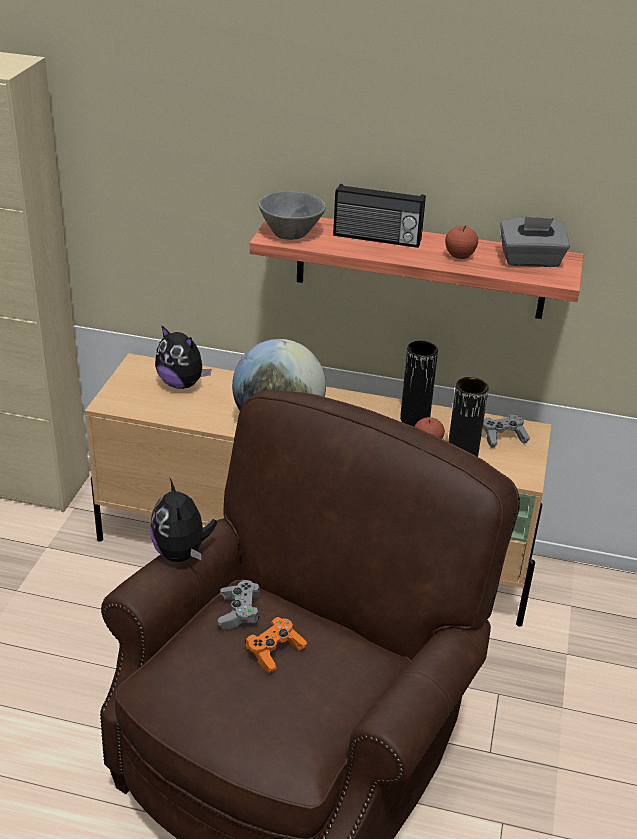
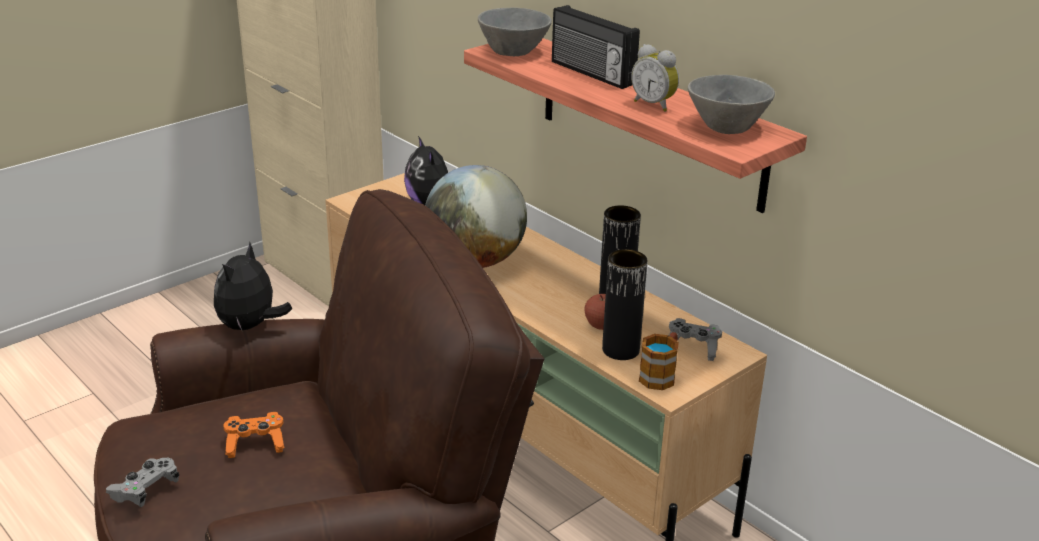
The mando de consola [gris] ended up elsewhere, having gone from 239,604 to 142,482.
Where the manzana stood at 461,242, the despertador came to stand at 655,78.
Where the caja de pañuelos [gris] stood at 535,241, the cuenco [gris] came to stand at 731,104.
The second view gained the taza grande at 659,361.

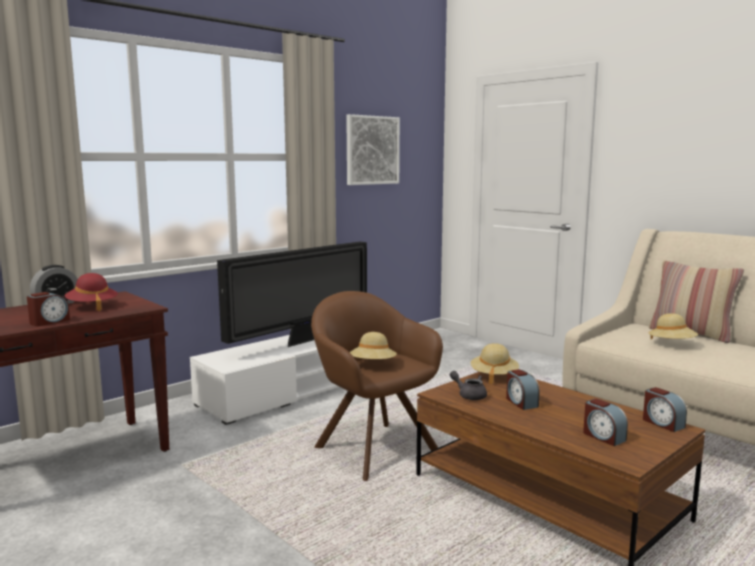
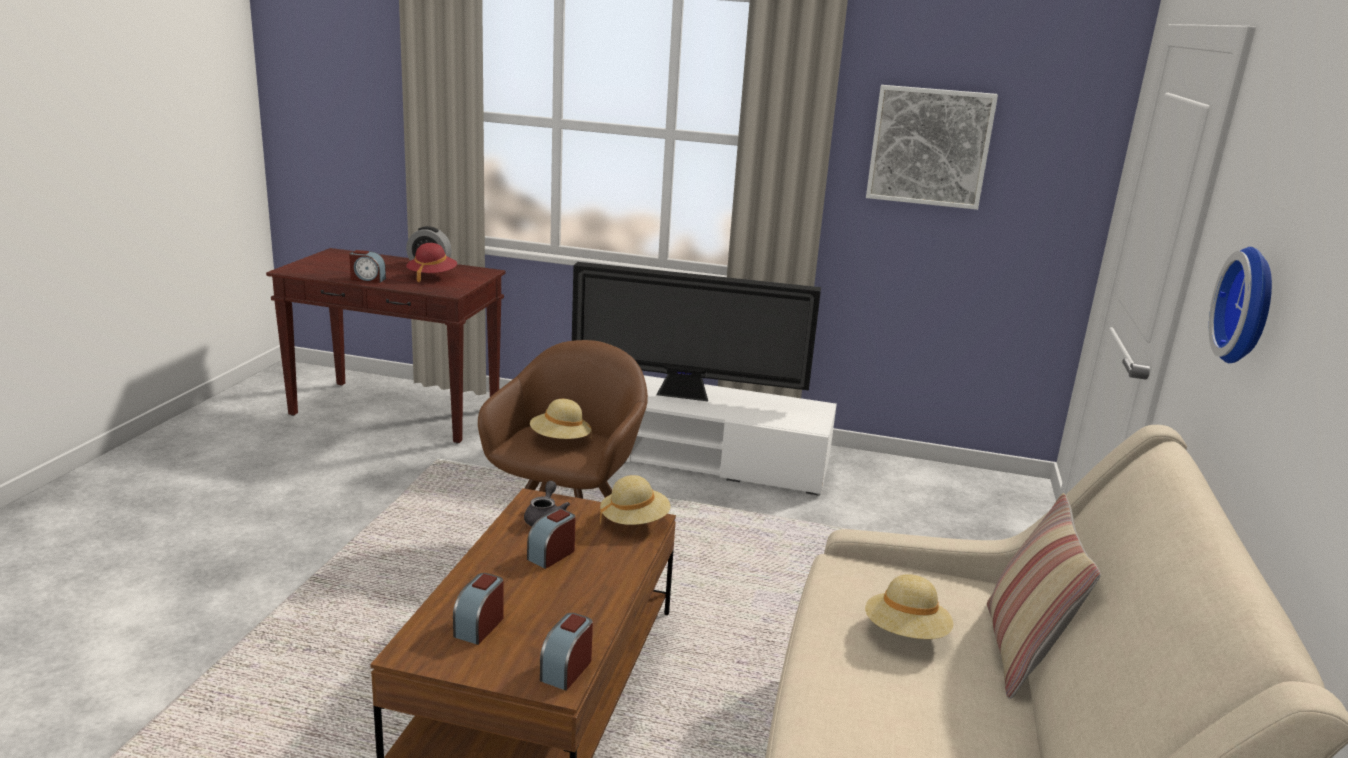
The second view gained the reloj de pared at 1240,305.

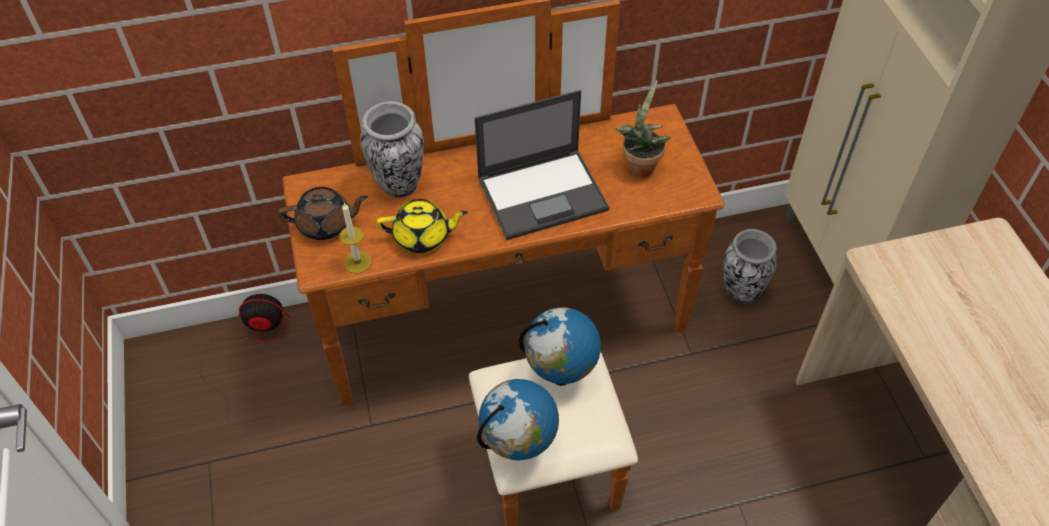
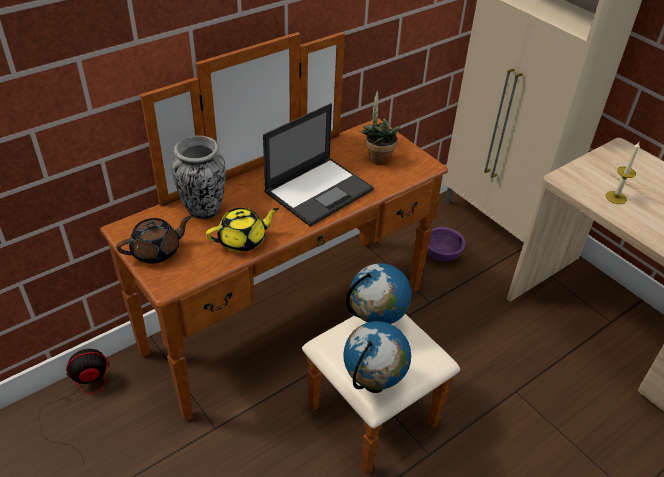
The vela ended up elsewhere, having gone from 355,238 to 622,173.
Where the florero stood at 750,266, the cuenco [morado] came to stand at 446,244.

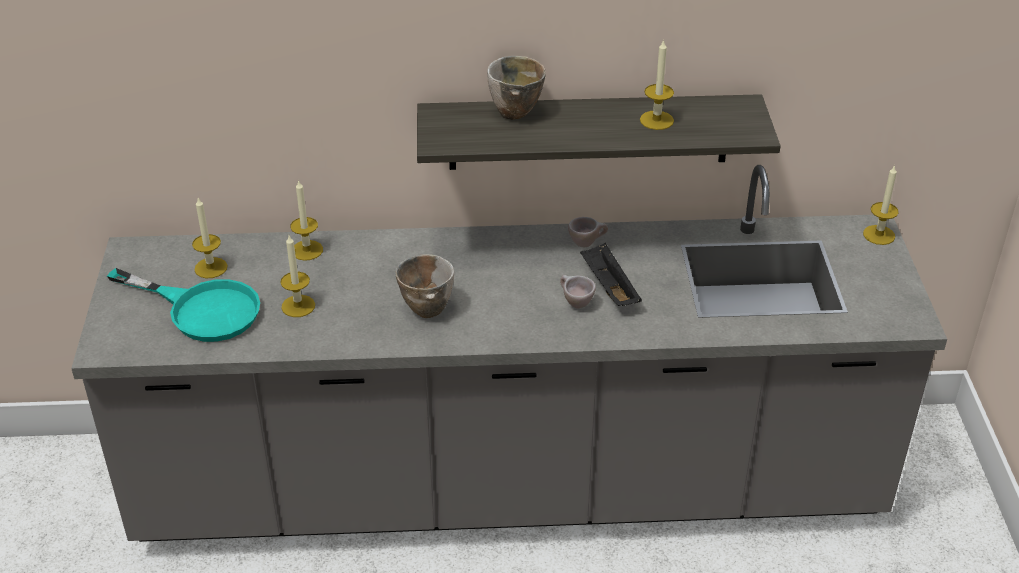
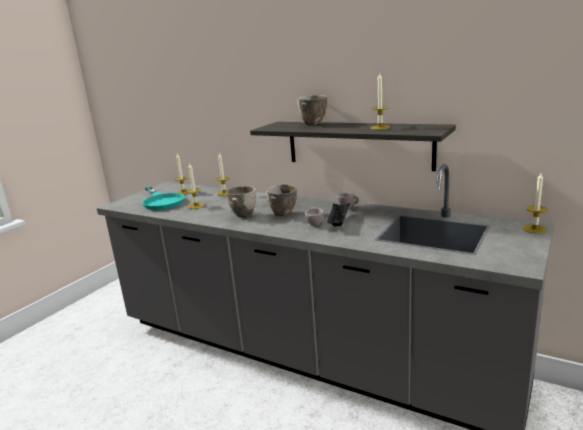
The second view gained the cuenco at 281,200.

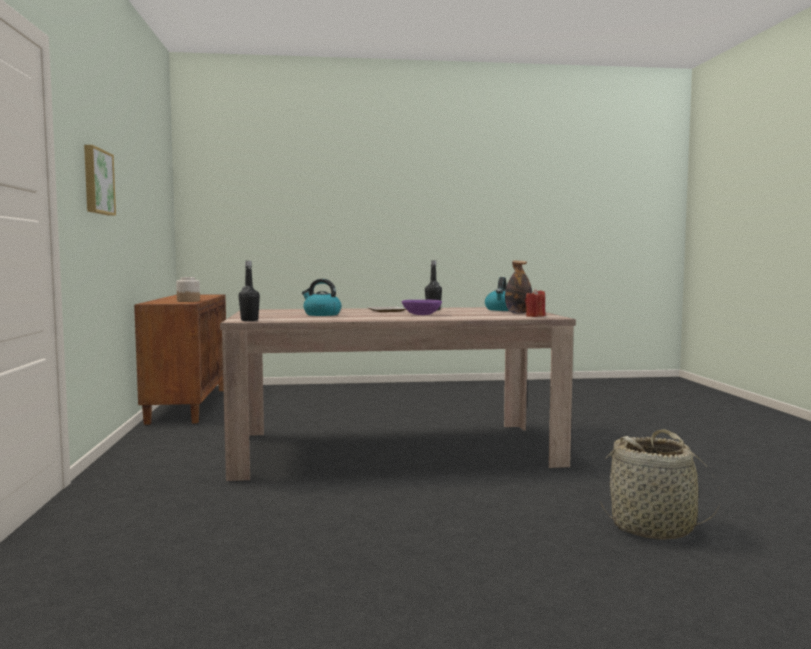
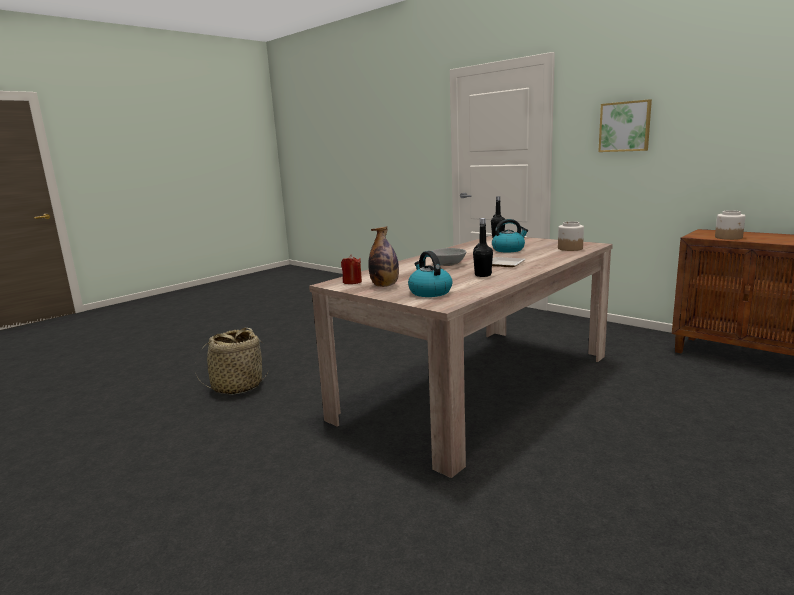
What was the cuenco [morado] at 422,307 turned into the cuenco [gris] at 449,257.
The second view gained the tarro at 571,236.

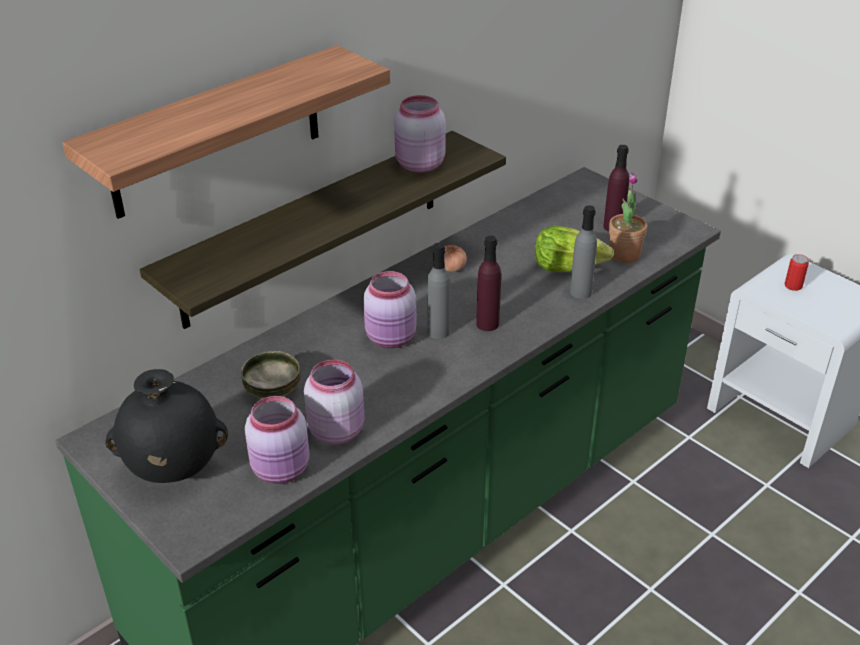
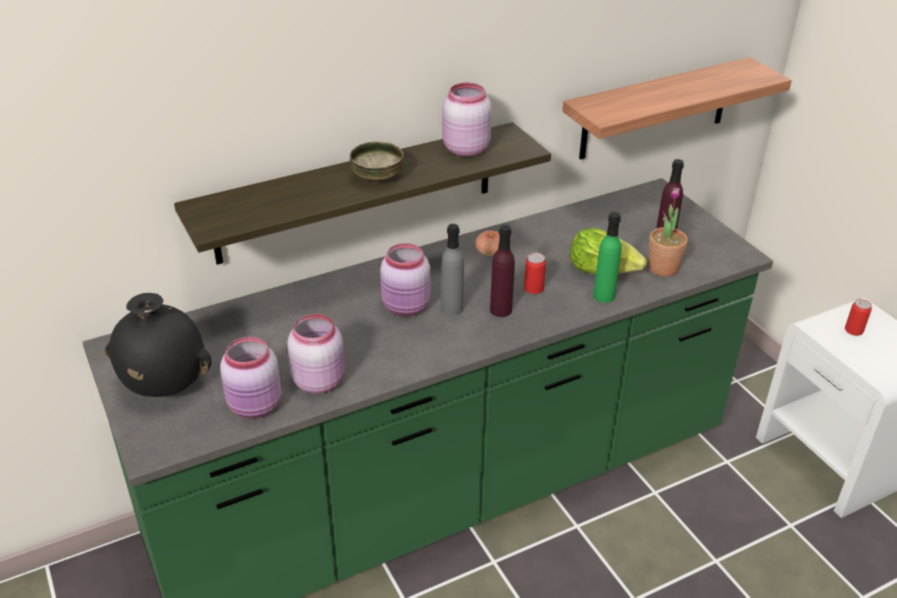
The estante ended up elsewhere, having gone from 226,132 to 677,108.
The cuenco ended up elsewhere, having gone from 270,374 to 377,161.
What was the botella [gris] at 583,252 turned into the botella [verde] at 607,257.
The second view gained the lata at 535,273.

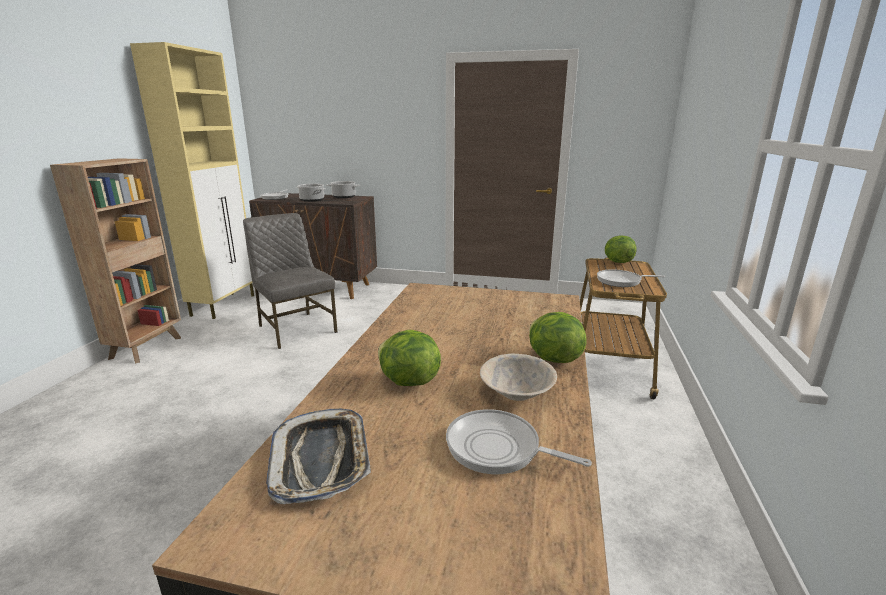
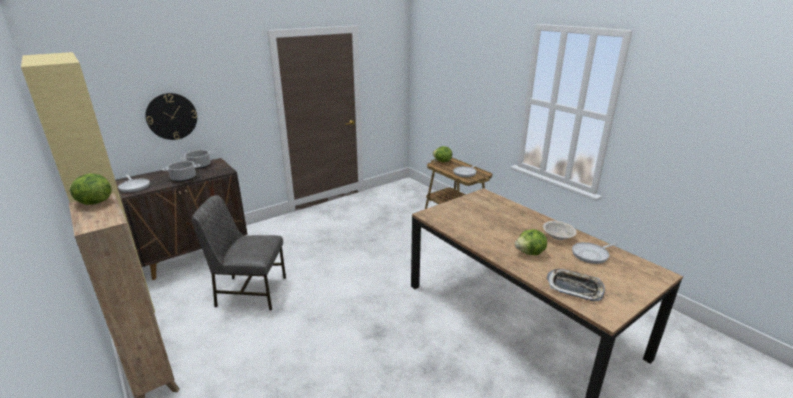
The lechuga ended up elsewhere, having gone from 558,337 to 90,189.
The second view gained the reloj de pared at 171,116.

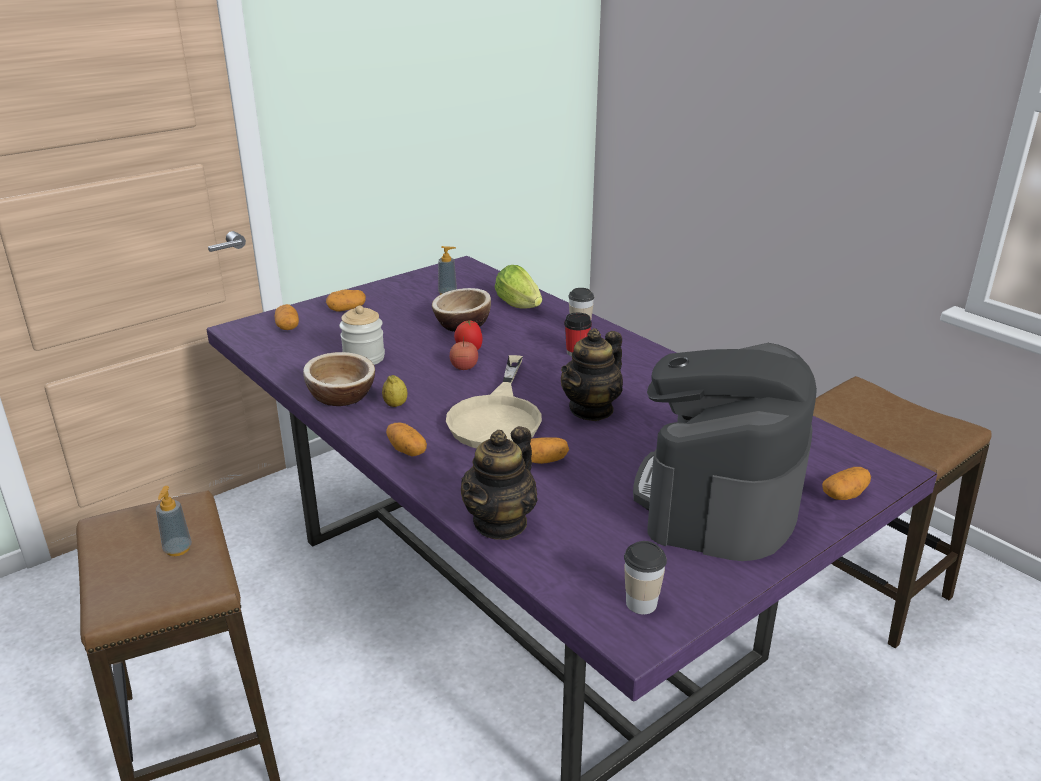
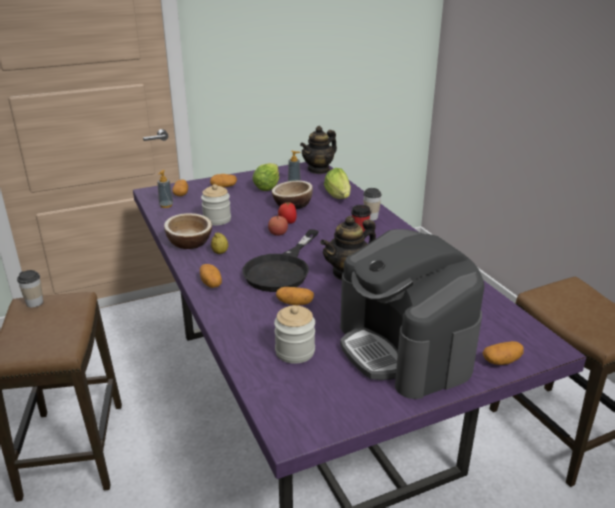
The dispensador de jabón ended up elsewhere, having gone from 174,521 to 165,189.
What was the sartén [beis] at 494,401 turned into the sartén [negro] at 280,260.
The tetera ended up elsewhere, having gone from 499,483 to 318,150.
The taza ended up elsewhere, having gone from 645,577 to 30,288.
The cafetera at 725,452 ended up facing another way, 60 degrees counterclockwise from before.
The second view gained the lechuga at 265,177.
The second view gained the tarro at 294,334.

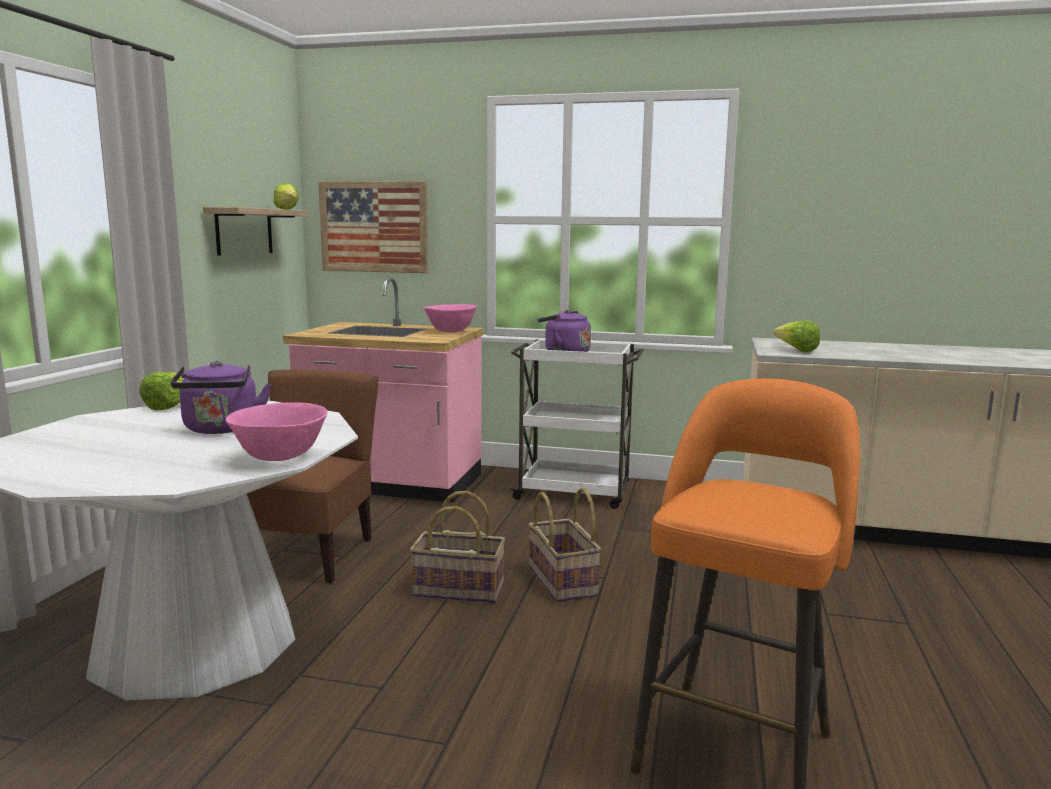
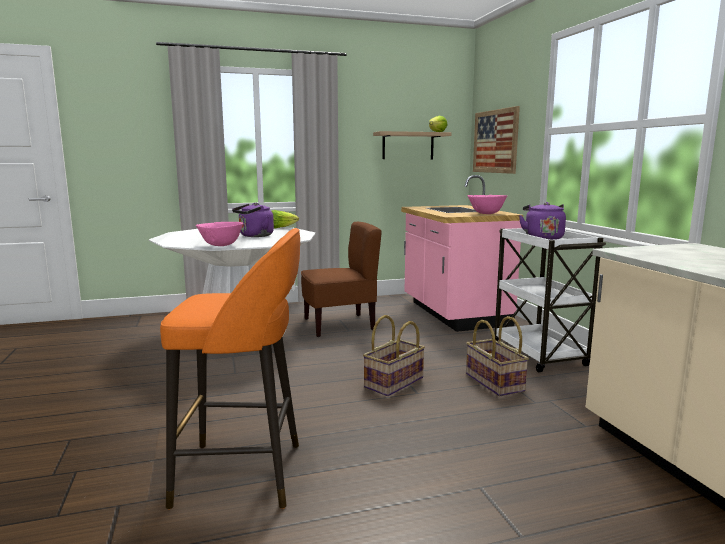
The cesta ended up elsewhere, having gone from 457,547 to 497,356.
The second view lost the lechuga at 796,336.

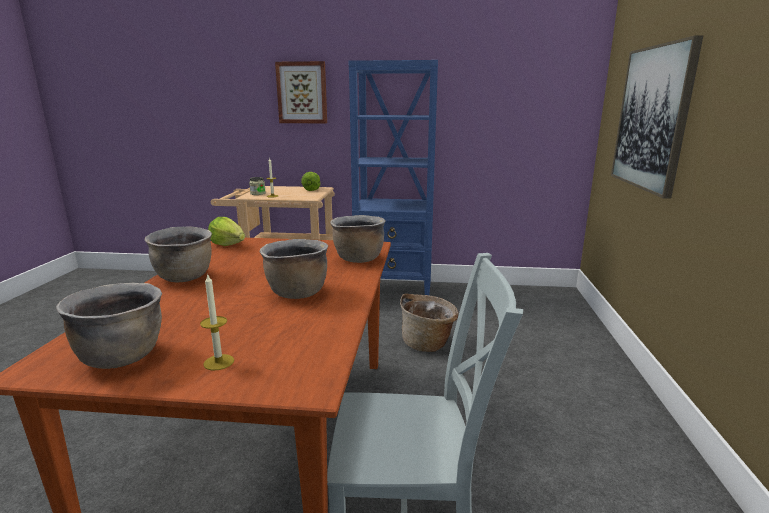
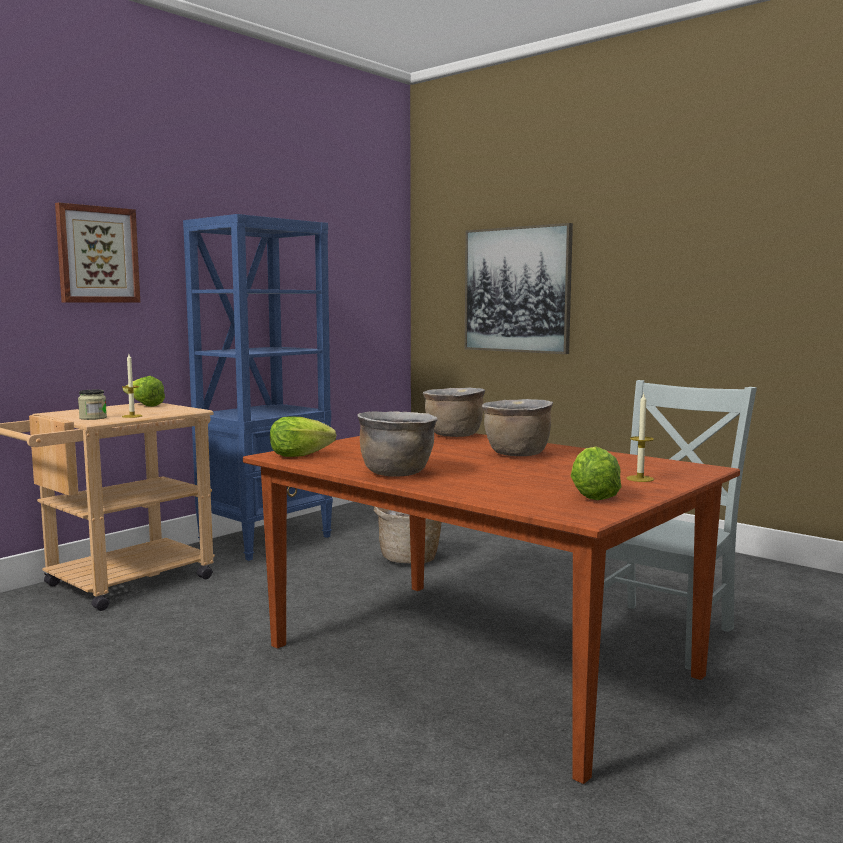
Where the olla [marrón] stood at 109,326, the lechuga came to stand at 596,473.

